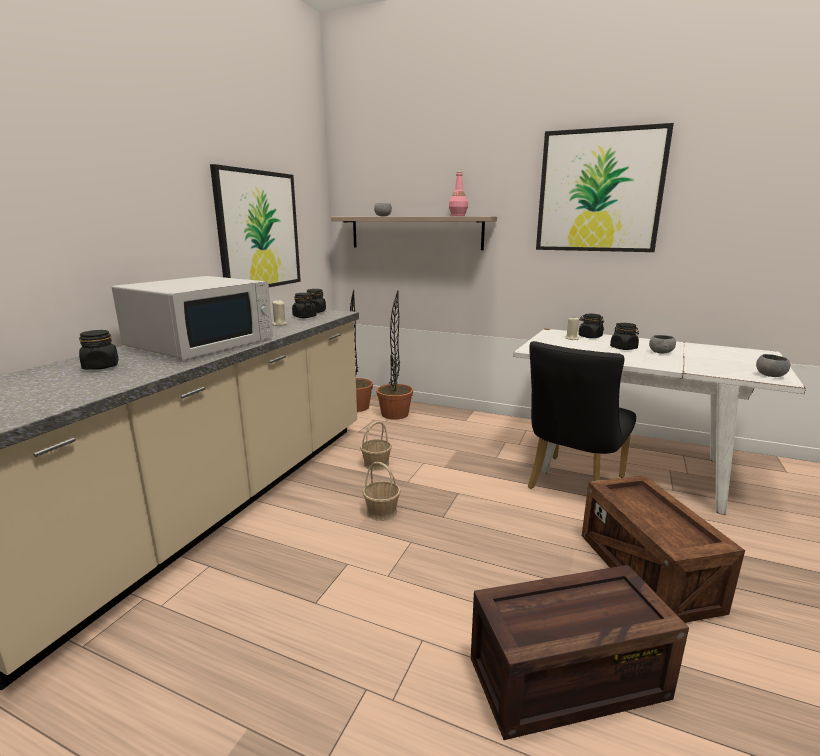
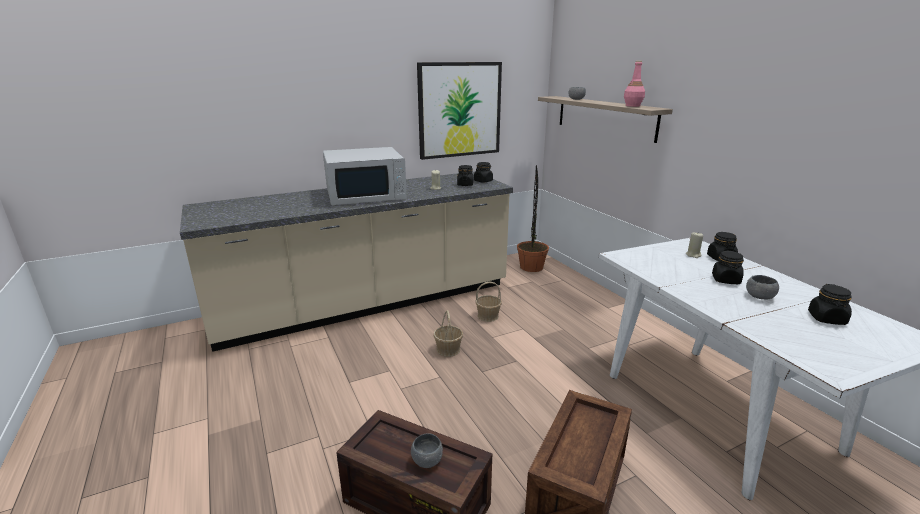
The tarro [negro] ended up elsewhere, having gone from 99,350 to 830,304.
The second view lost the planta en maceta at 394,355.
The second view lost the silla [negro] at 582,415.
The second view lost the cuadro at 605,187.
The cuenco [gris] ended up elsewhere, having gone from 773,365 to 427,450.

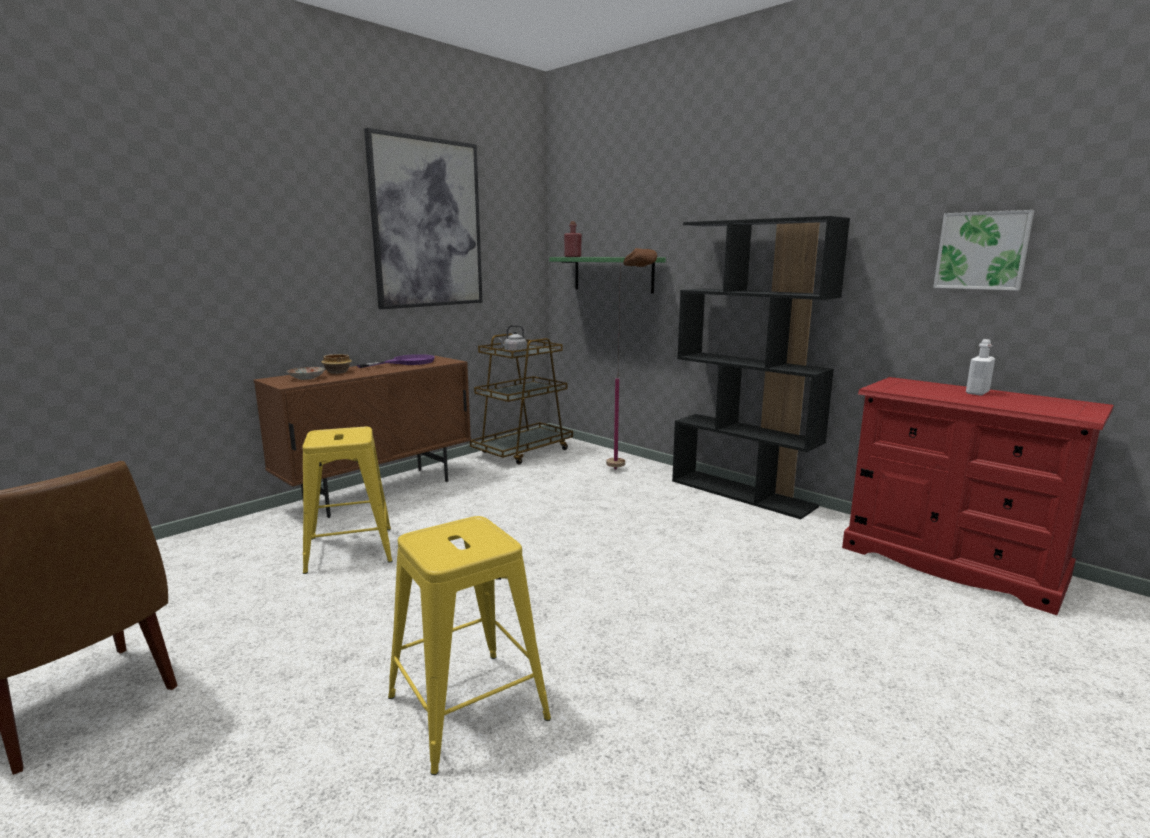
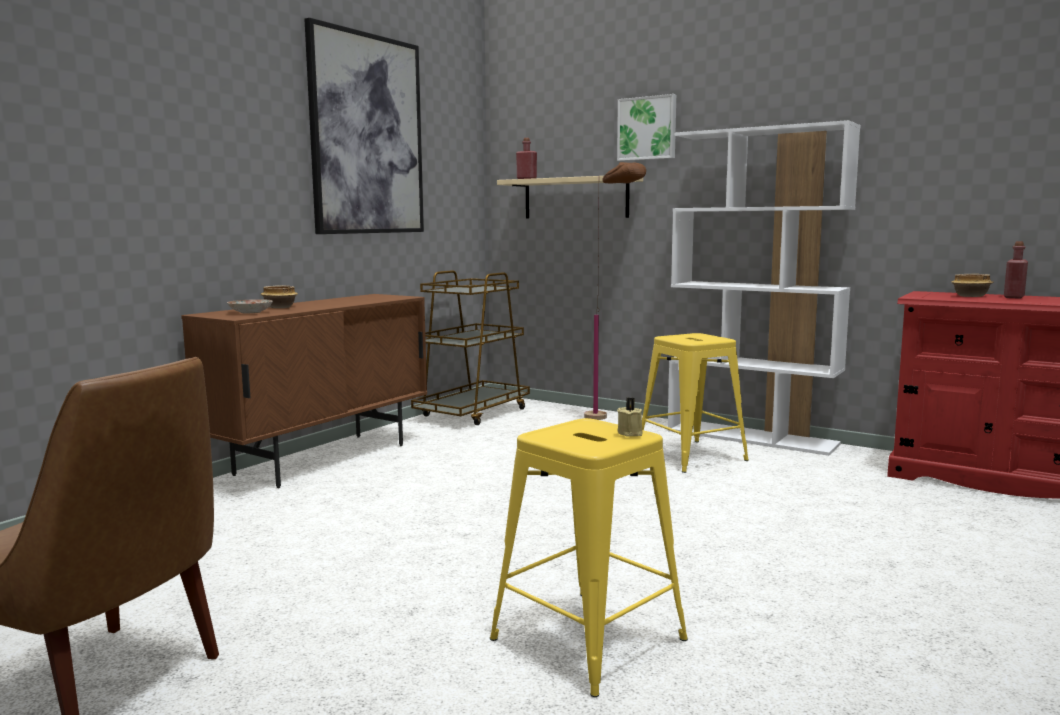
The taburete [amarillo] ended up elsewhere, having gone from 347,500 to 695,403.
The second view lost the sartén [morado] at 396,361.
The second view lost the hervidor [gris] at 512,339.
What was the estante [verde] at 607,275 turned into the estante [beis] at 570,197.
What was the estantería [negro] at 761,367 turned into the estantería [blanco] at 764,288.
The cuadro ended up elsewhere, having gone from 983,250 to 646,127.
What was the botella [blanco] at 980,367 turned into the botella [rojo] at 1016,270.
The second view gained the vela [beis] at 629,417.
The second view gained the cuenco at 972,285.

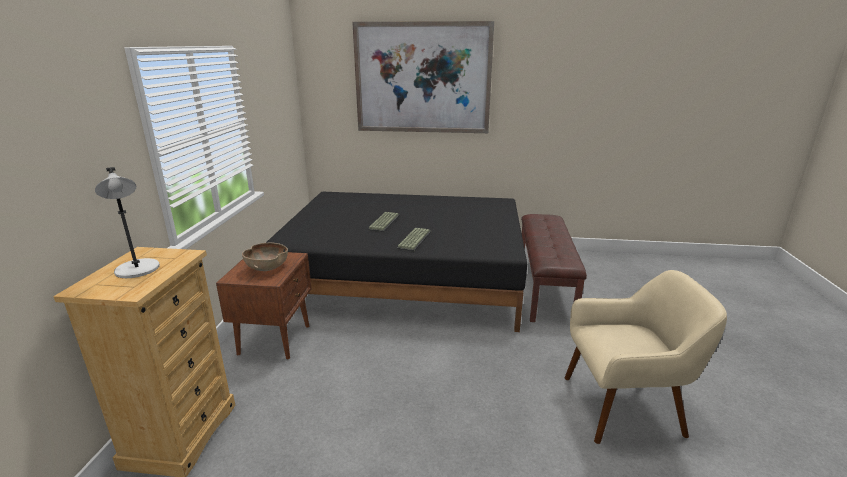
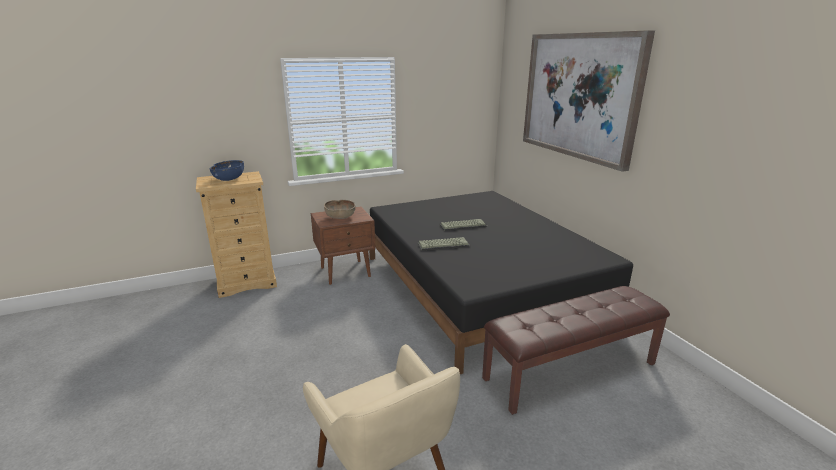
Where the lámpara de mesa [gris] stood at 127,222, the cuenco [azul] came to stand at 227,170.

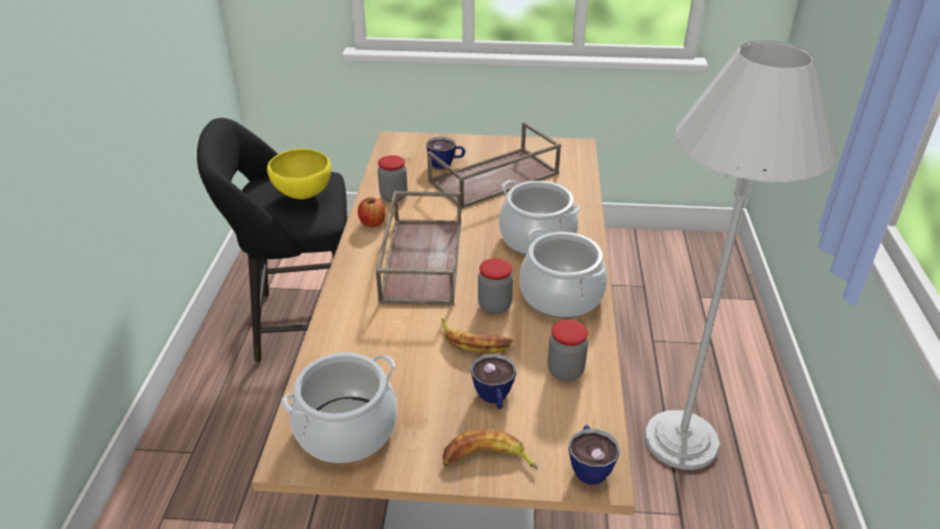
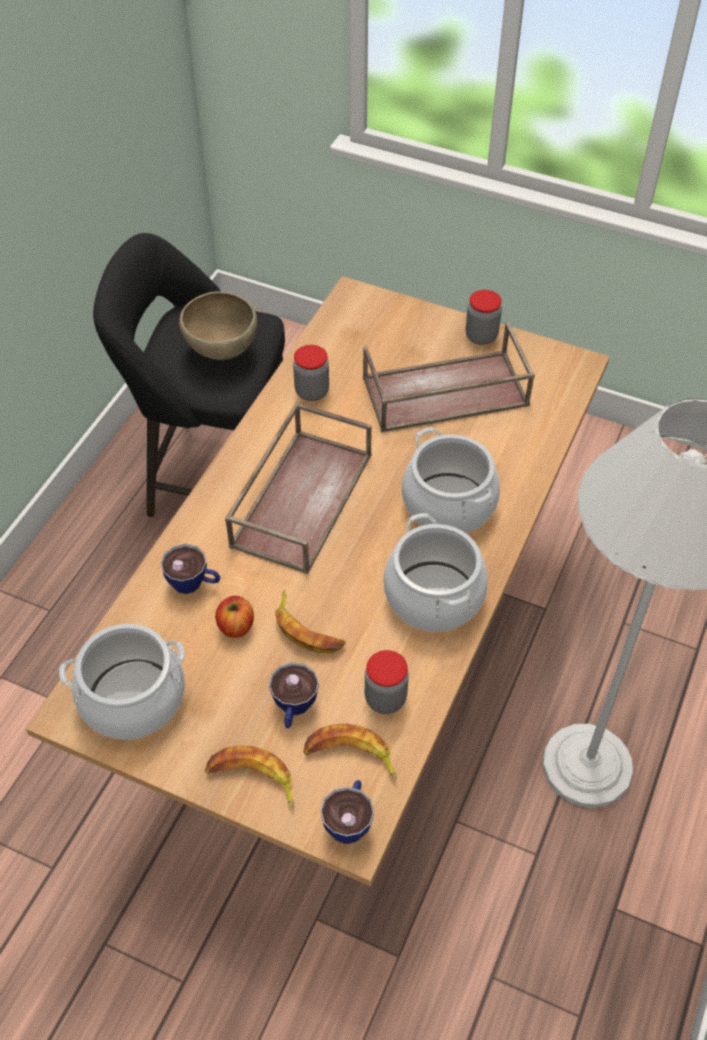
What was the cuenco [amarillo] at 299,173 turned into the cuenco [marrón] at 218,325.
The manzana ended up elsewhere, having gone from 371,212 to 234,617.
The taza ended up elsewhere, having gone from 445,153 to 190,568.
The tarro ended up elsewhere, having gone from 495,286 to 484,317.
The second view gained the plátano at 350,752.

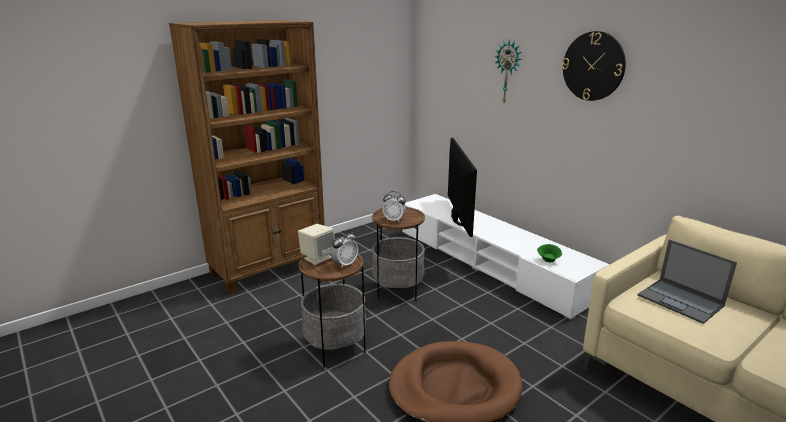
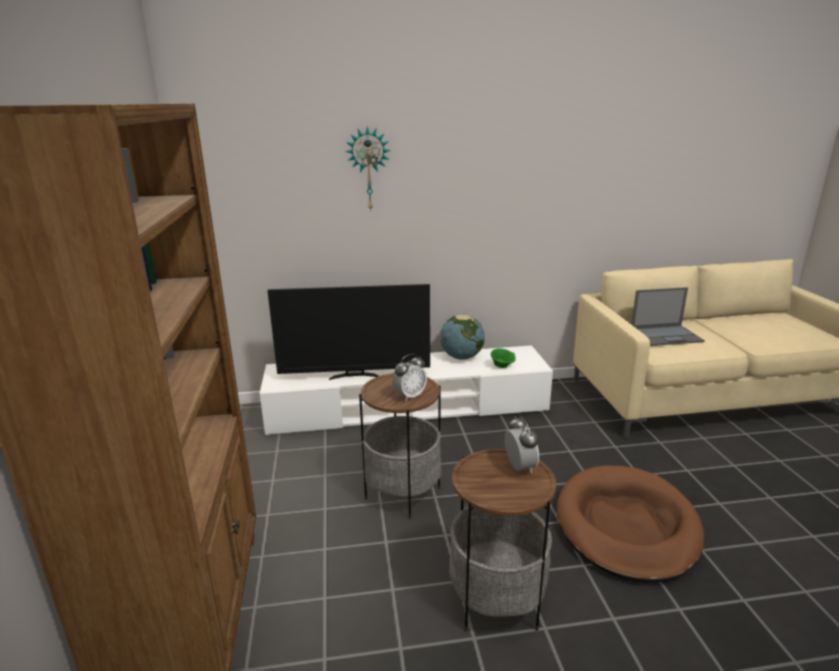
The second view lost the altavoz [beis] at 316,244.
The televisor at 462,187 ended up facing another way, 150 degrees clockwise from before.
The second view lost the reloj de pared at 594,66.
The second view gained the globo terráqueo at 462,337.

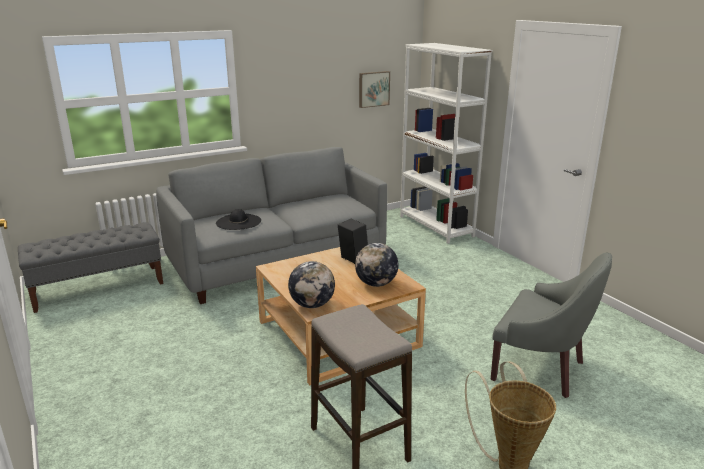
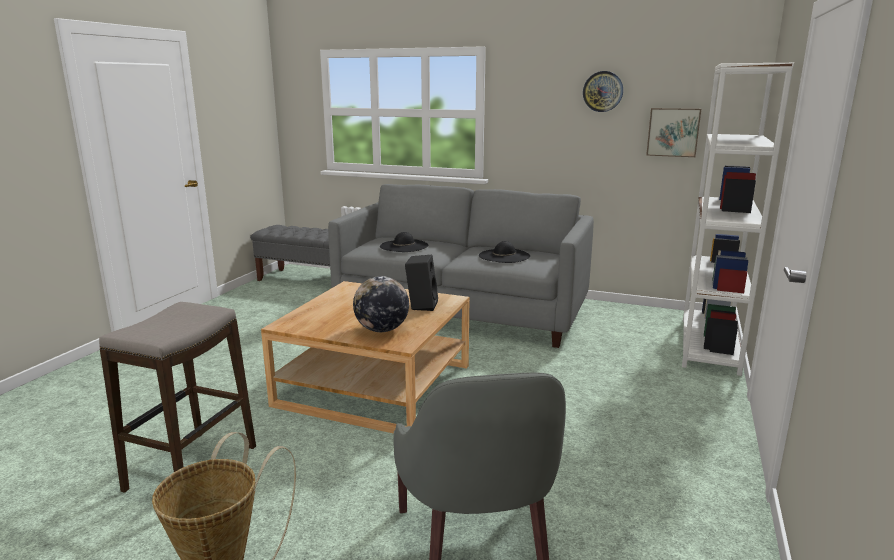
The second view lost the globo terráqueo at 311,284.
The second view gained the sombrero [negro] at 504,252.
The second view gained the reloj de pared at 603,91.

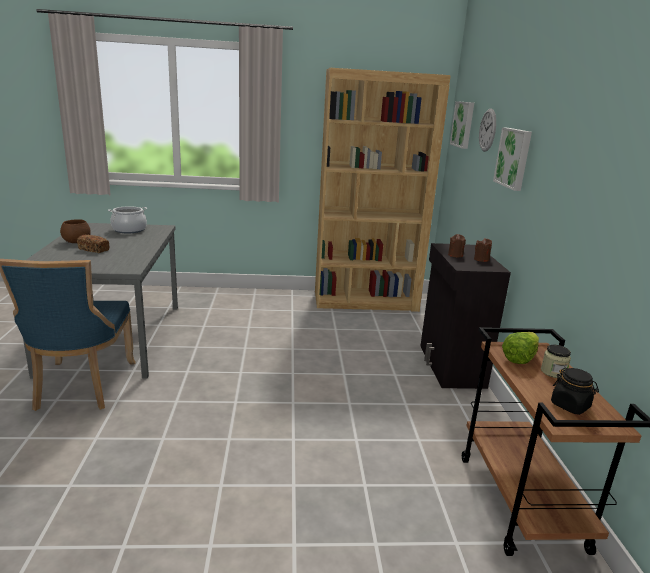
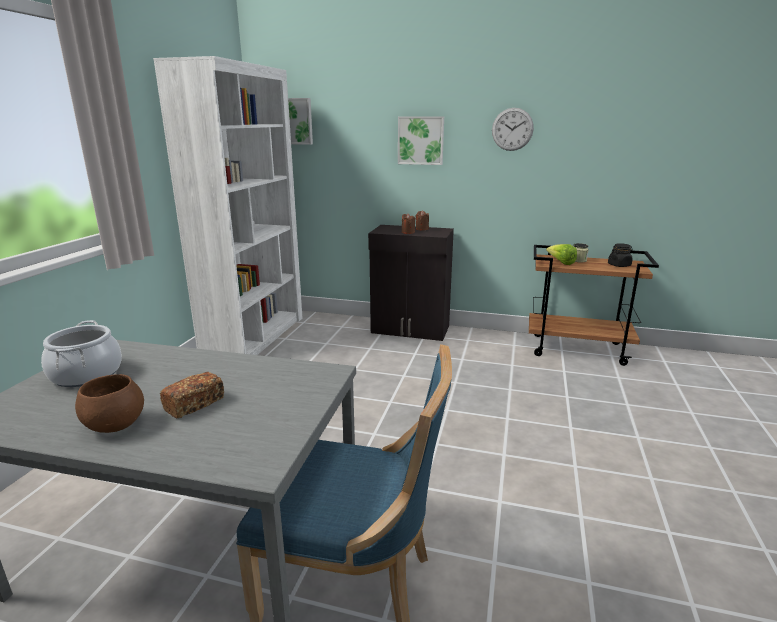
What was the estantería [marrón] at 383,190 turned into the estantería [blanco] at 228,205.
The reloj de pared ended up elsewhere, having gone from 487,130 to 513,129.

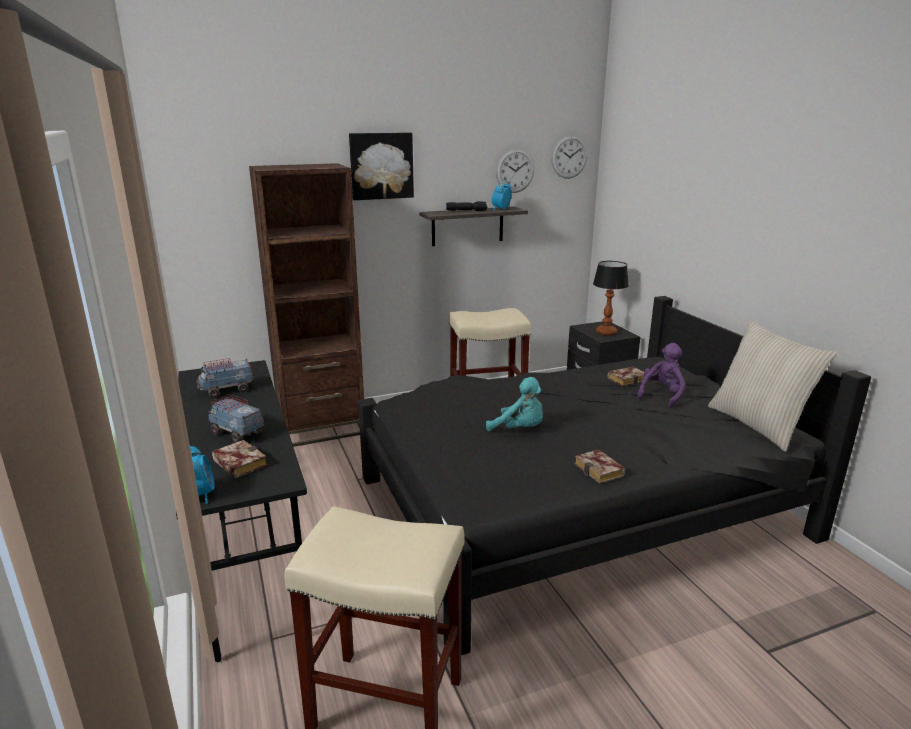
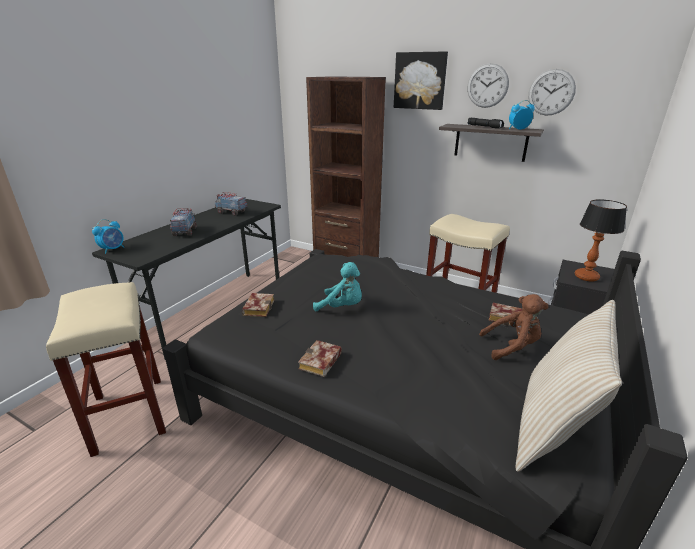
The libro ended up elsewhere, having gone from 239,459 to 258,305.
The peluche [turquesa] at 514,404 ended up facing another way, 60 degrees counterclockwise from before.
The reloj de pared ended up elsewhere, having gone from 569,157 to 488,85.
What was the peluche [morado] at 661,375 turned into the peluche [marrón] at 514,327.

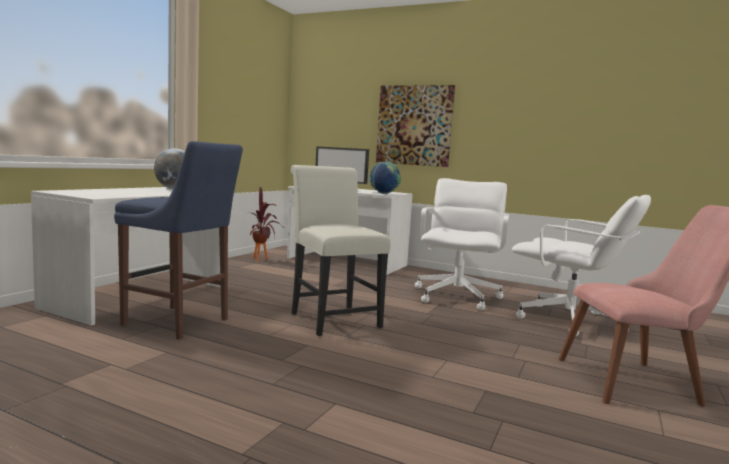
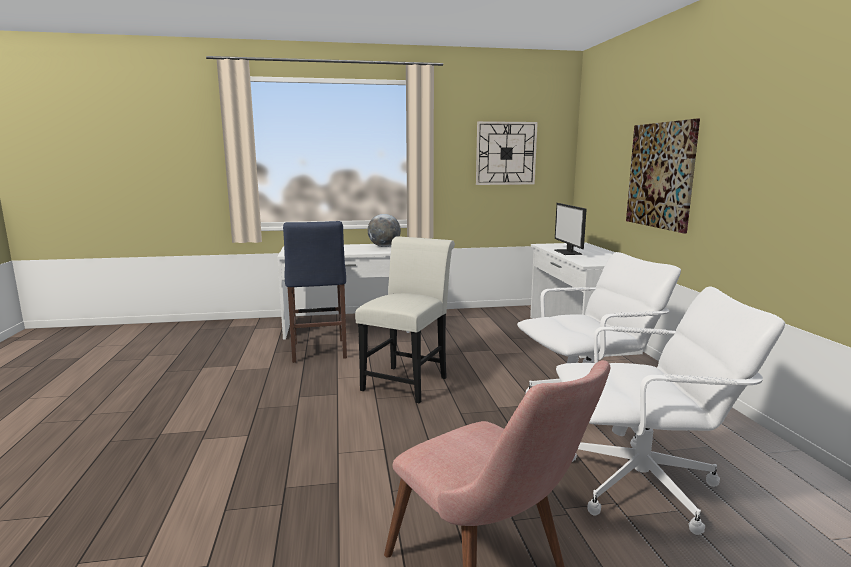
The second view lost the planta en maceta at 266,224.
The second view lost the globo terráqueo at 385,178.
The silla de oficina [blanco] at 581,265 ended up facing another way, 90 degrees counterclockwise from before.
The second view gained the reloj de pared at 507,153.

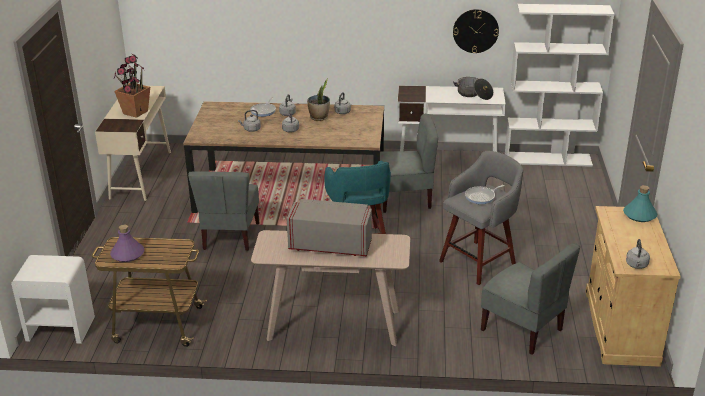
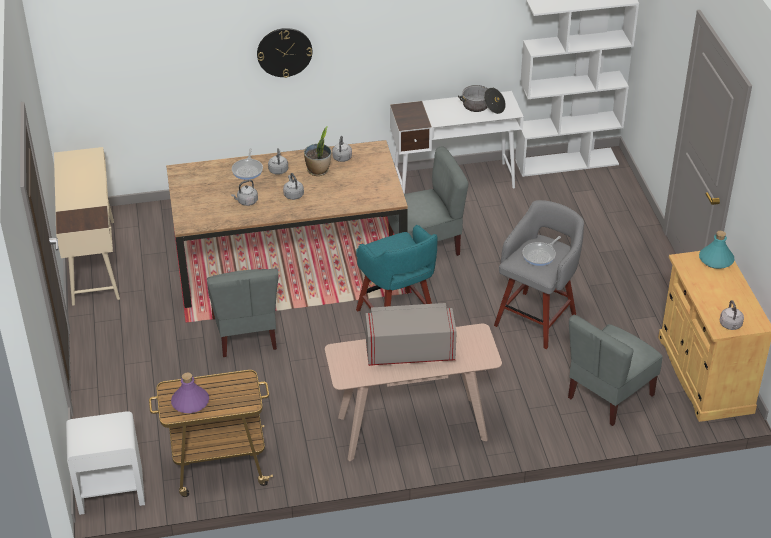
The second view lost the planta en maceta at 132,86.
The reloj de pared ended up elsewhere, having gone from 476,31 to 285,53.
The silla [gris] at 530,299 ended up facing another way, 105 degrees clockwise from before.

